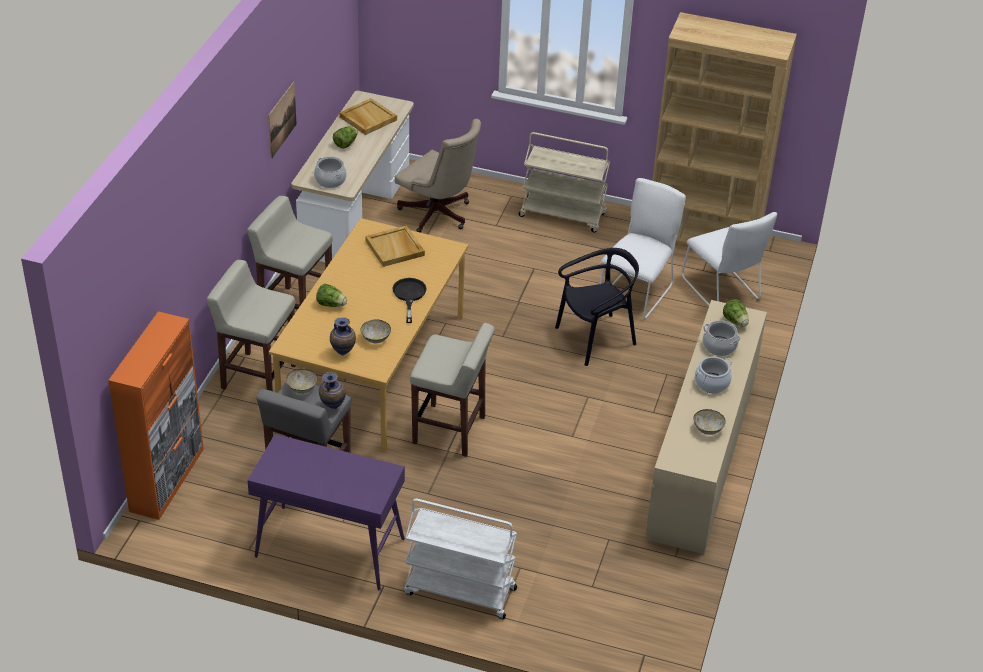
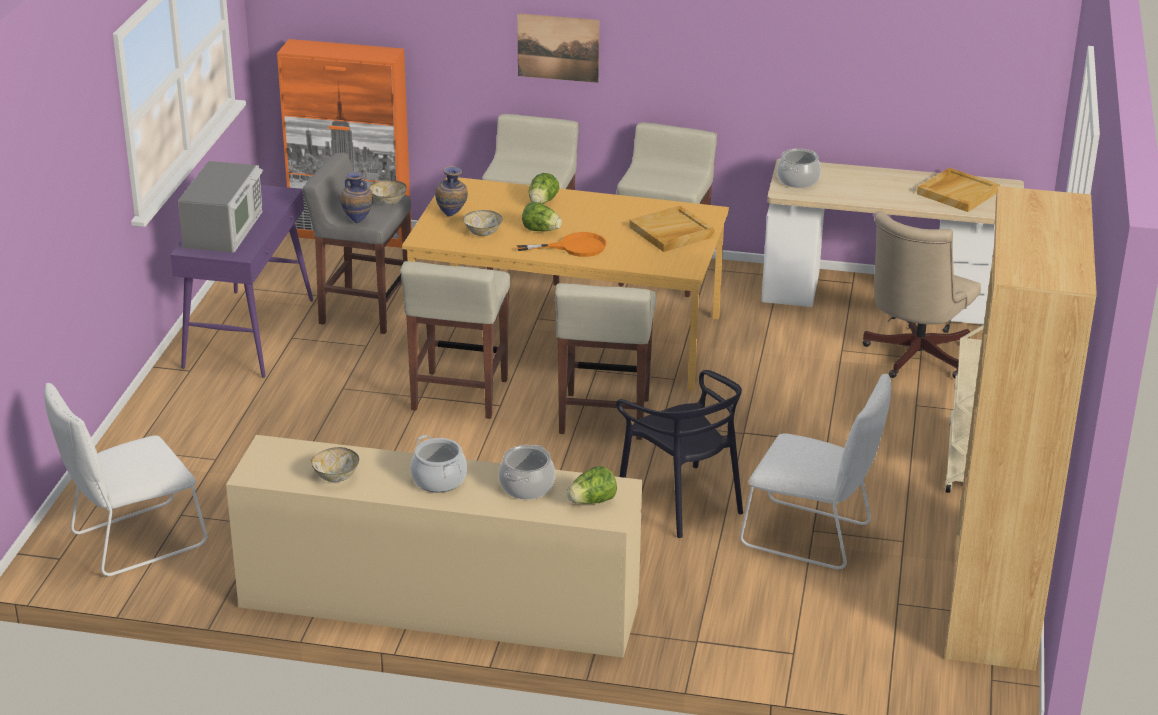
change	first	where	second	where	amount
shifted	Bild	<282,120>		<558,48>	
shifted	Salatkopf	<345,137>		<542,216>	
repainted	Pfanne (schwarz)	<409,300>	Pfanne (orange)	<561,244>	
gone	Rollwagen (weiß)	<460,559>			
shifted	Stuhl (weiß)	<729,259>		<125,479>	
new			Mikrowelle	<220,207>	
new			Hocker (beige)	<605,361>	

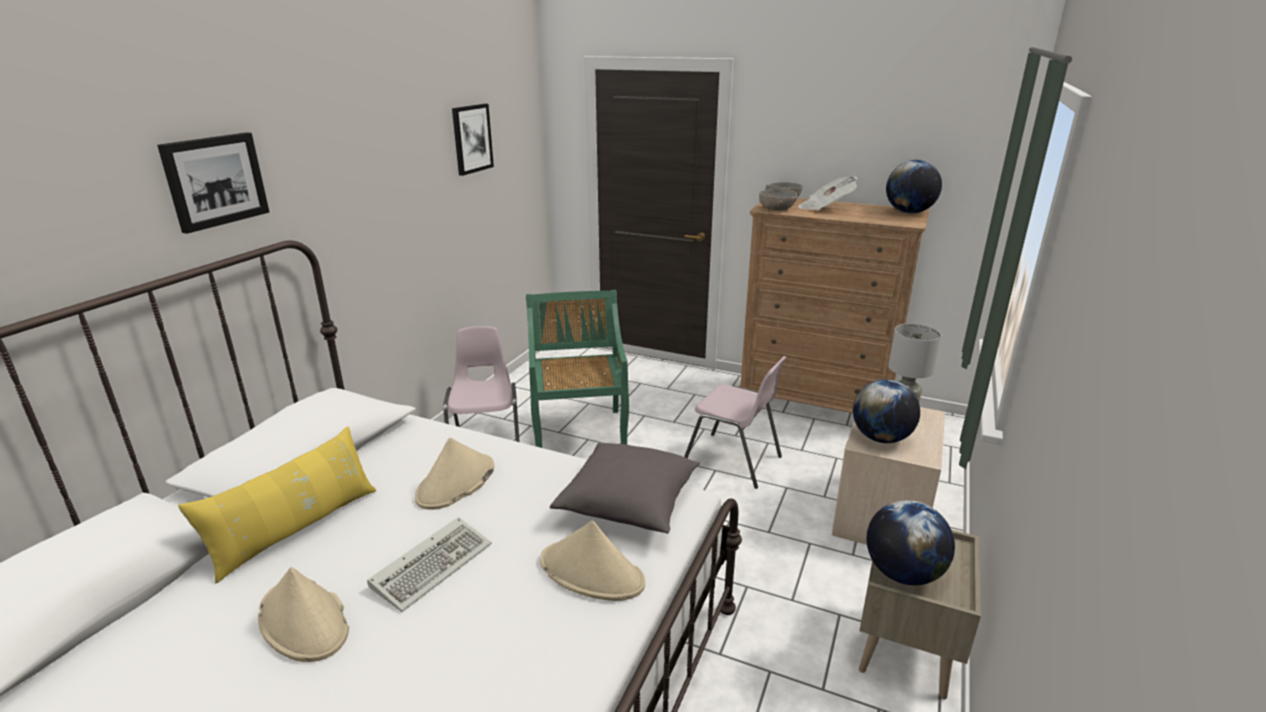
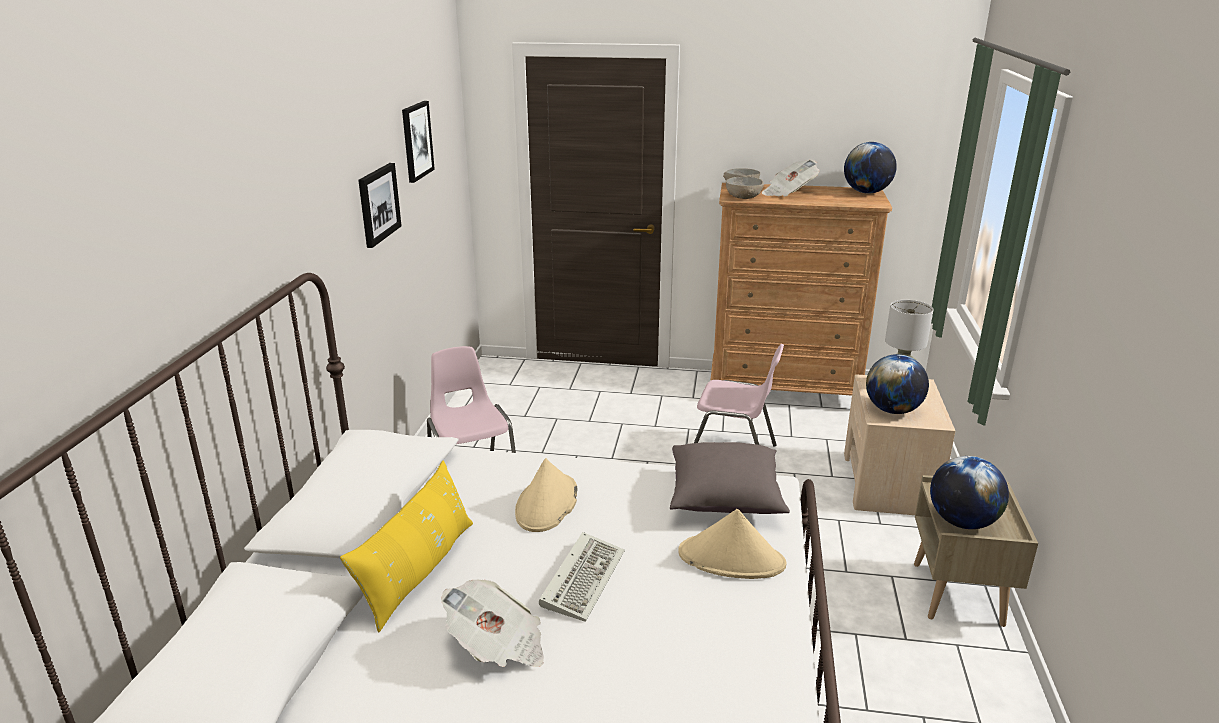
change	first	where	second	where	amount
shifted	Bild	<213,183>		<380,205>	
swapped	Hut (beige)	<303,614>	Zeitung	<492,623>	
gone	Stuhl (grün)	<577,369>			

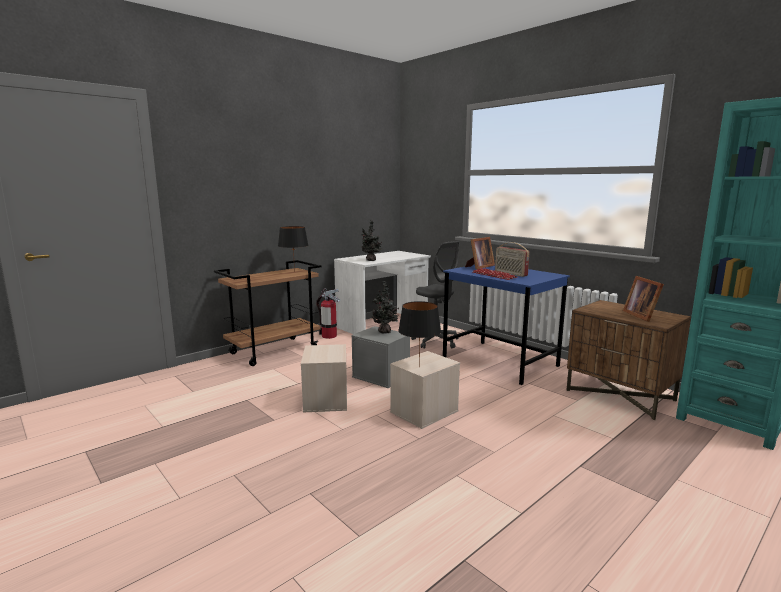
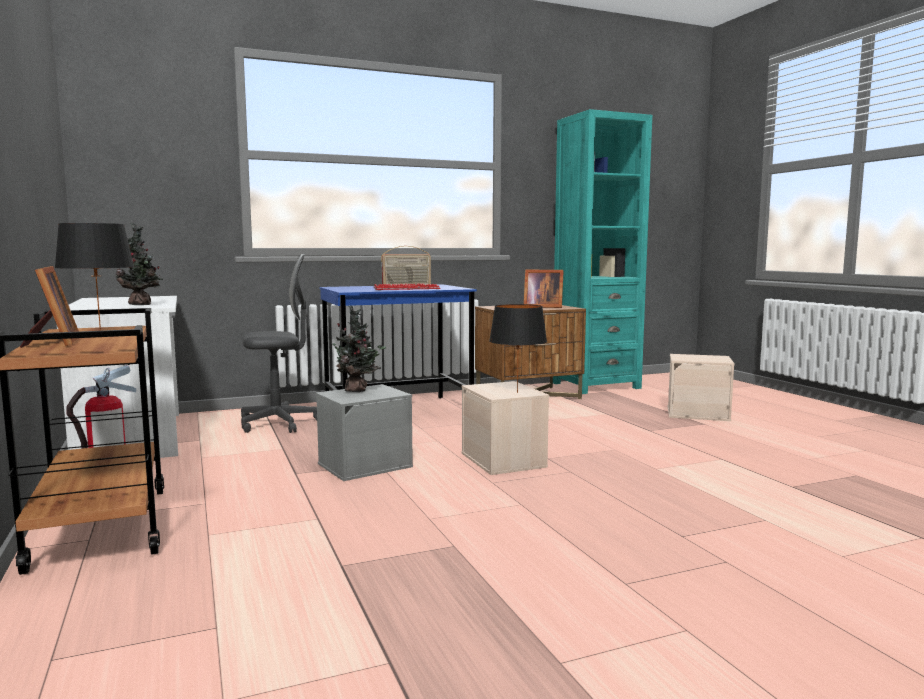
change	first	where	second	where	amount
shifted	Aufbewahrungsbox (beige)	<324,378>		<701,387>	
shifted	Bilderrahmen	<480,253>		<49,307>	

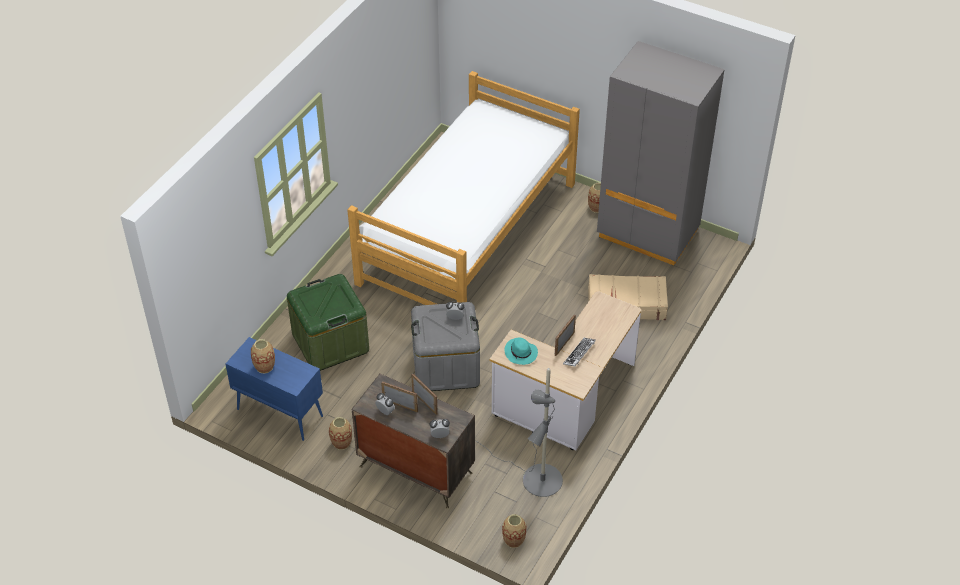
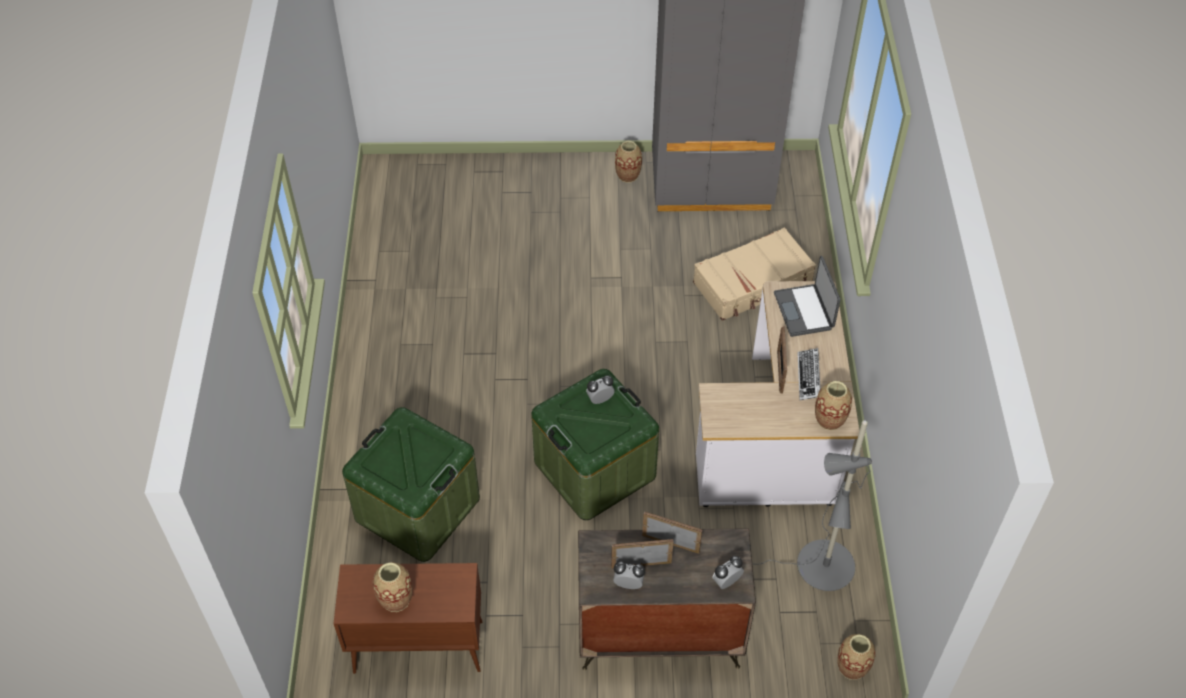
change	first	where	second	where	amount
repainted	Schrank (blau)	<274,389>	Schrank (braun)	<407,618>	
shifted	Vase	<340,433>		<833,406>	
gone	Bett	<463,188>			
repainted	Aufbewahrungsbox (grau)	<445,346>	Aufbewahrungsbox (grün)	<595,444>	
gone	Hut (türkis)	<521,351>			
new			Laptop	<807,296>	

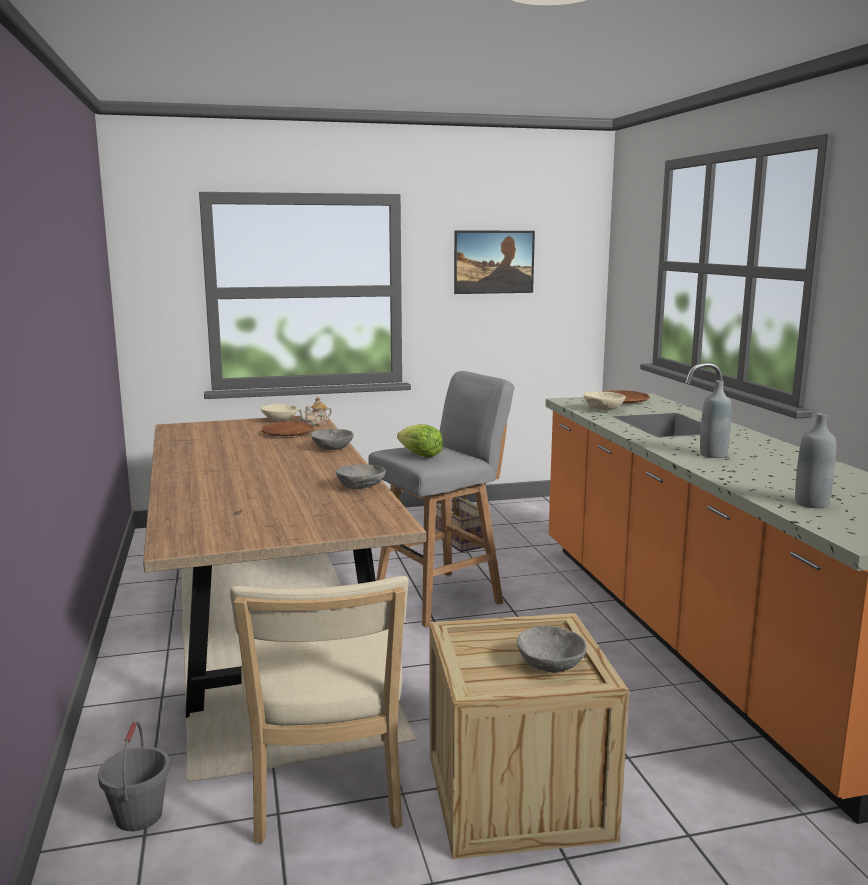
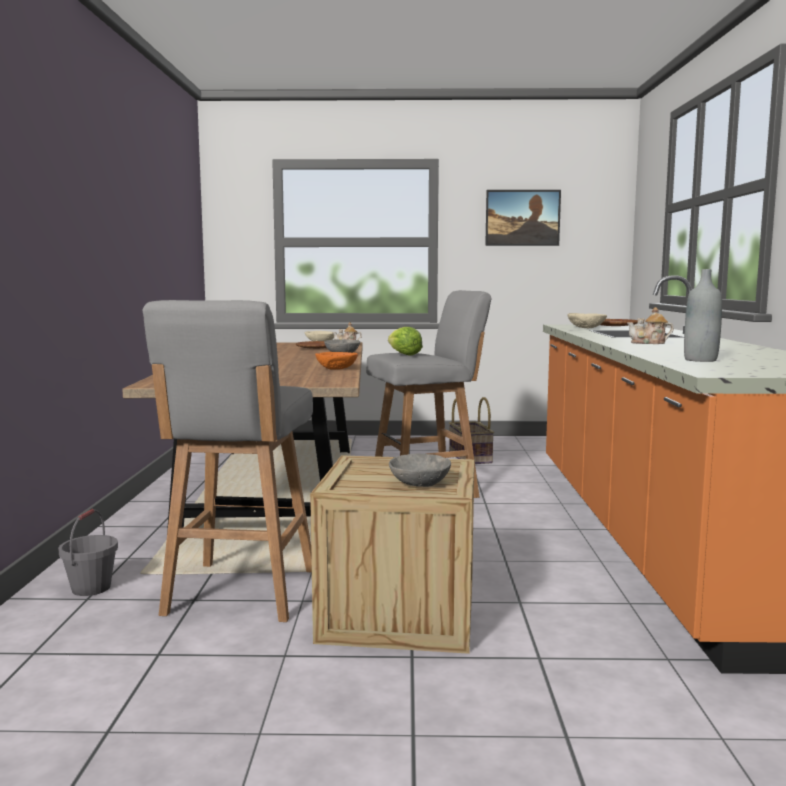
change	first	where	second	where	amount
swapped	Stuhl (beige)	<319,709>	Hocker (grau)	<227,461>	
repainted	Schüssel (grau)	<360,476>	Schüssel (orange)	<336,361>	
swapped	Flasche (grau)	<716,419>	Teekanne	<650,325>	

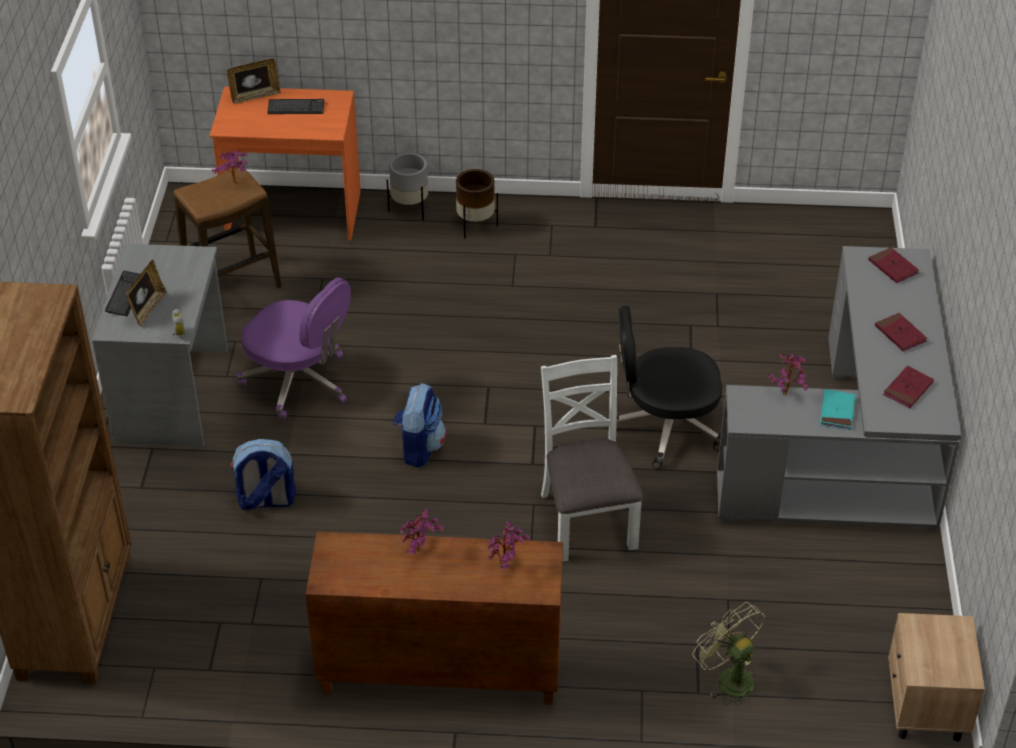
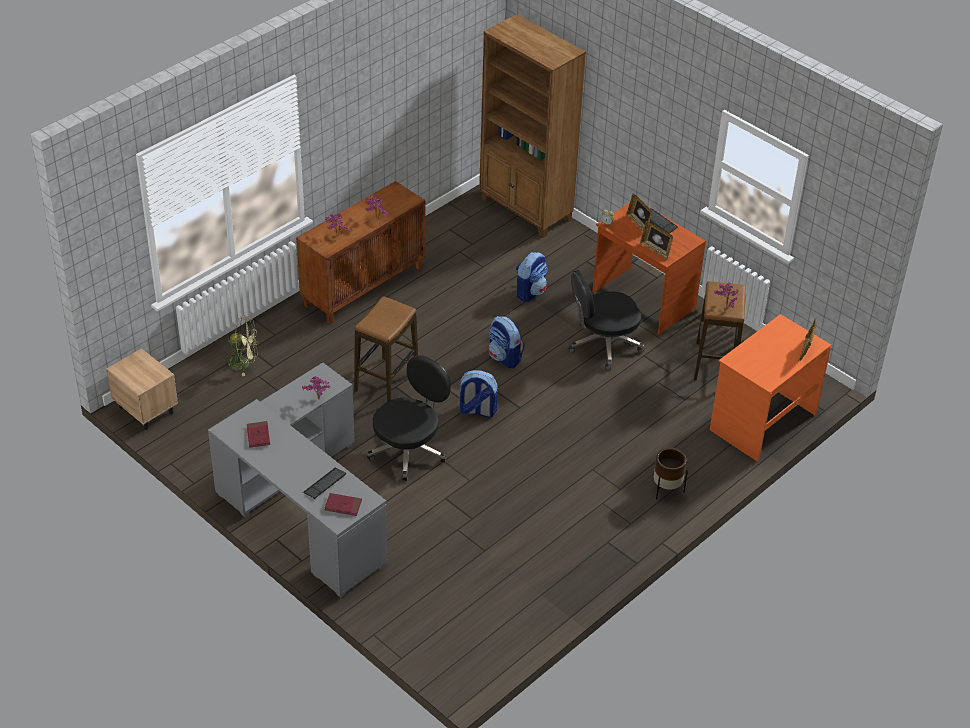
change	first	where	second	where	amount
repainted	Schreibtisch (grau)	<160,345>	Schreibtisch (braun)	<649,268>	
repainted	Bürostuhl (lila)	<294,349>	Bürostuhl (schwarz)	<606,320>	
shifted	Tastatur	<296,106>		<324,483>	
gone	Pflanzkübel (grau)	<407,186>			
swapped	Stuhl (weiß)	<592,458>	Hocker	<386,349>	
gone	Buch (türkis)	<838,409>			
gone	Buch (rot)	<901,332>			
new			Rucksack	<478,394>	
new			Bilderrahmen	<656,240>	

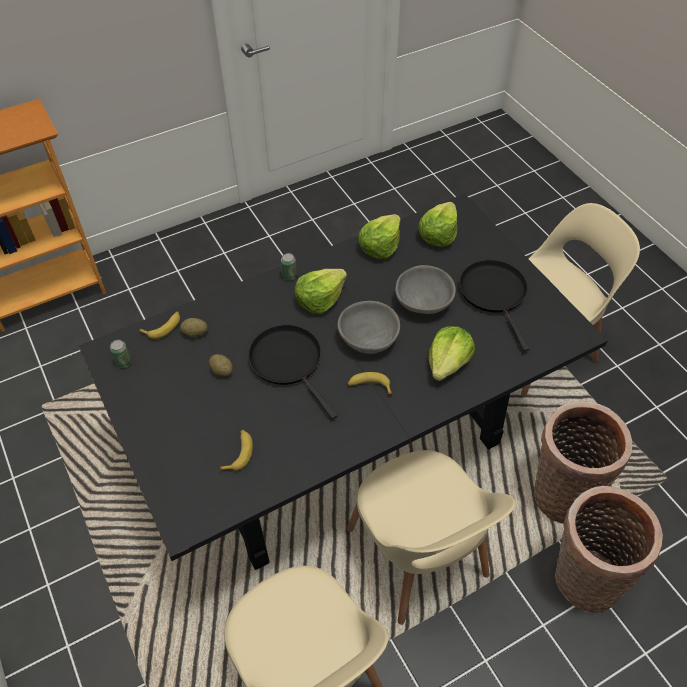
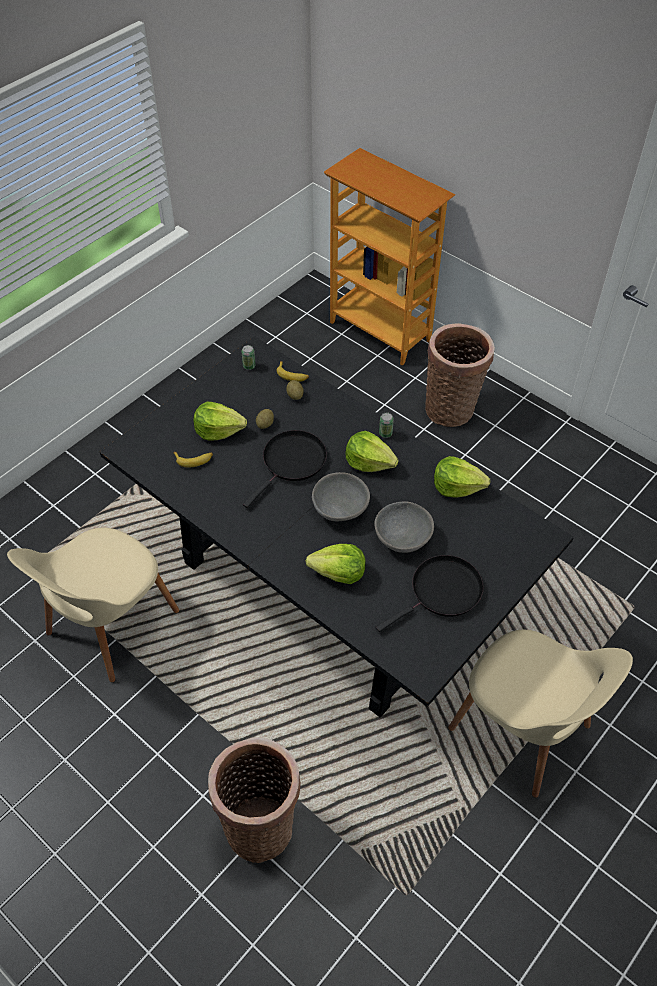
change	first	where	second	where	amount
gone	Banane	<370,383>			
gone	Stuhl (beige)	<431,537>			
shifted	Salatkopf	<437,224>		<220,421>	
shifted	Korb	<583,462>		<460,375>	

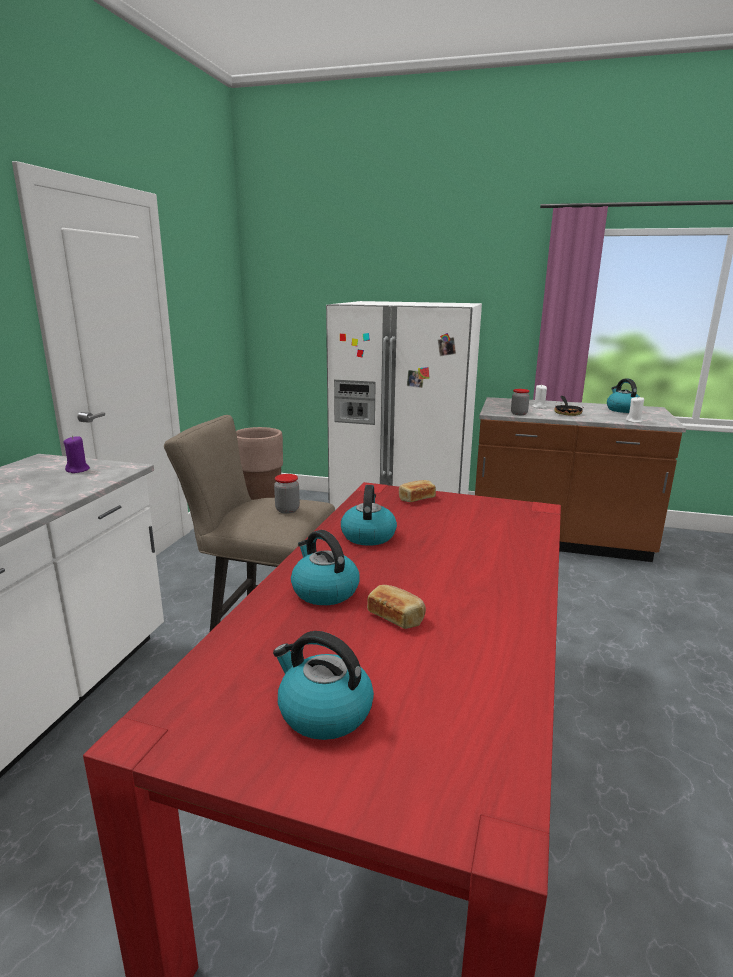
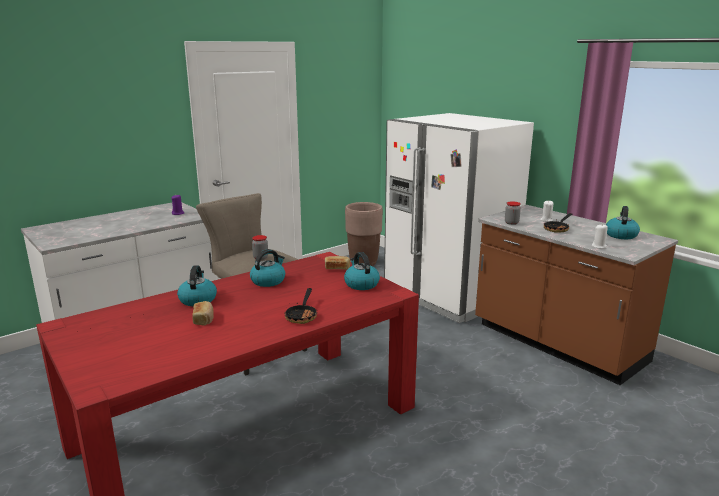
change	first	where	second	where	amount
shifted	Wasserkessel	<323,685>		<362,271>	
new			Pfanne	<300,306>	

